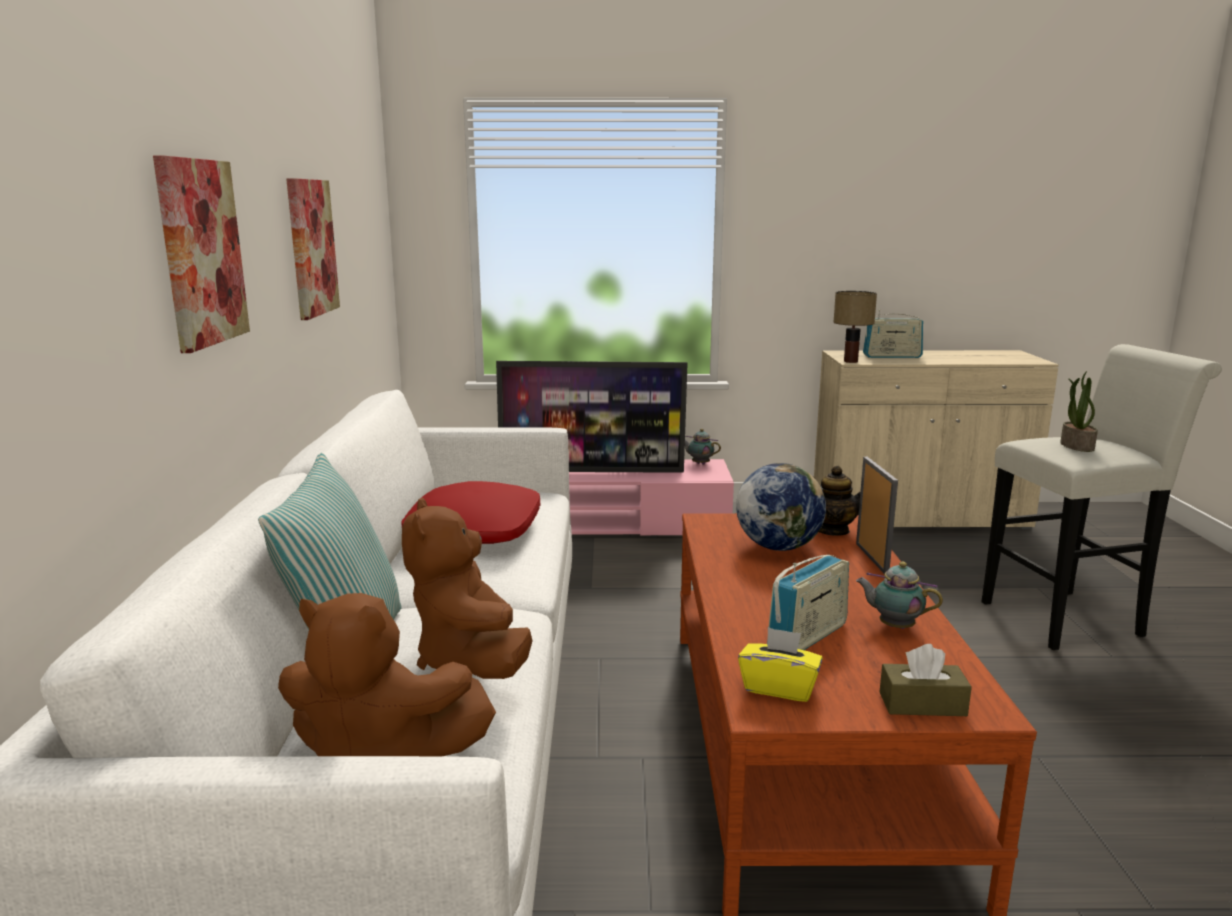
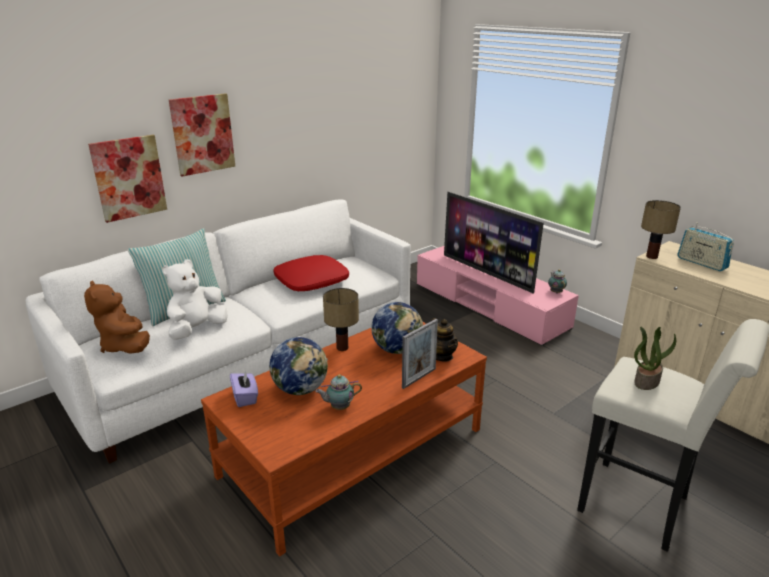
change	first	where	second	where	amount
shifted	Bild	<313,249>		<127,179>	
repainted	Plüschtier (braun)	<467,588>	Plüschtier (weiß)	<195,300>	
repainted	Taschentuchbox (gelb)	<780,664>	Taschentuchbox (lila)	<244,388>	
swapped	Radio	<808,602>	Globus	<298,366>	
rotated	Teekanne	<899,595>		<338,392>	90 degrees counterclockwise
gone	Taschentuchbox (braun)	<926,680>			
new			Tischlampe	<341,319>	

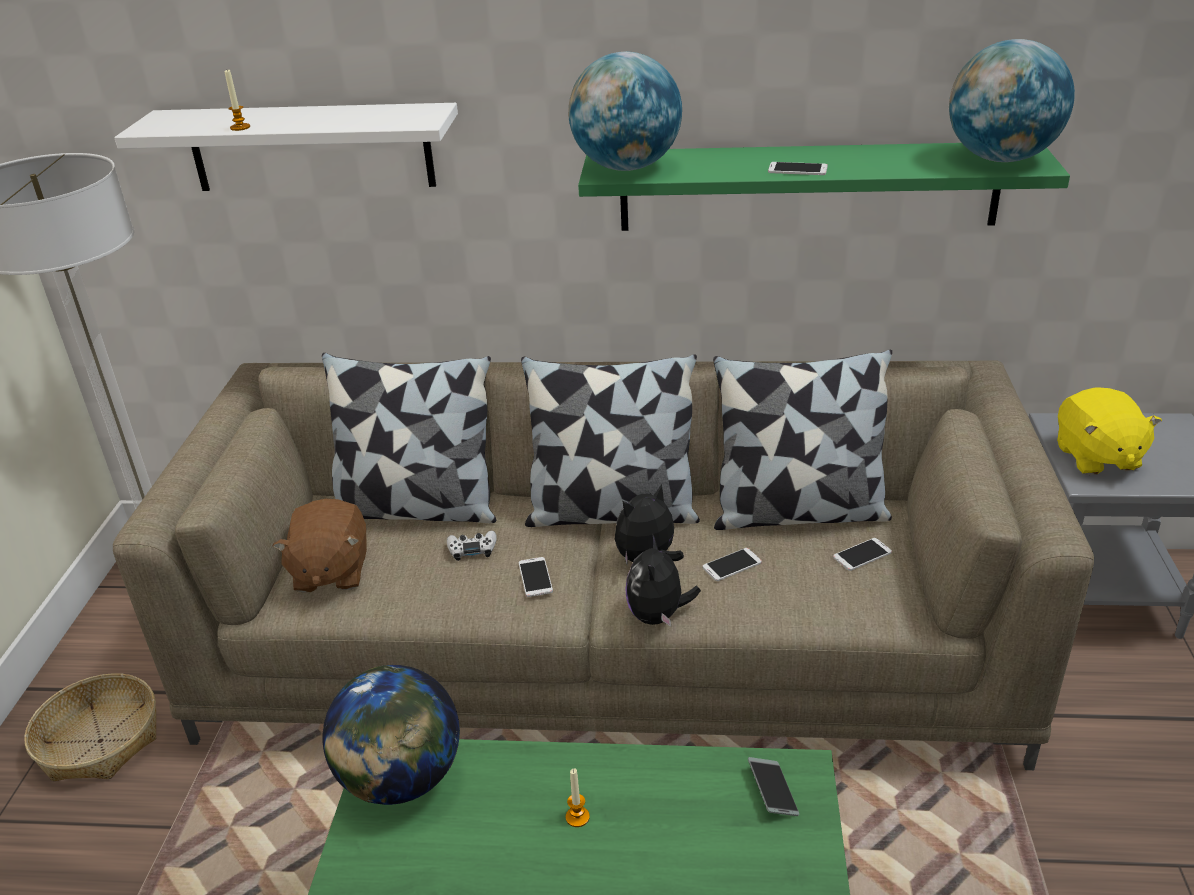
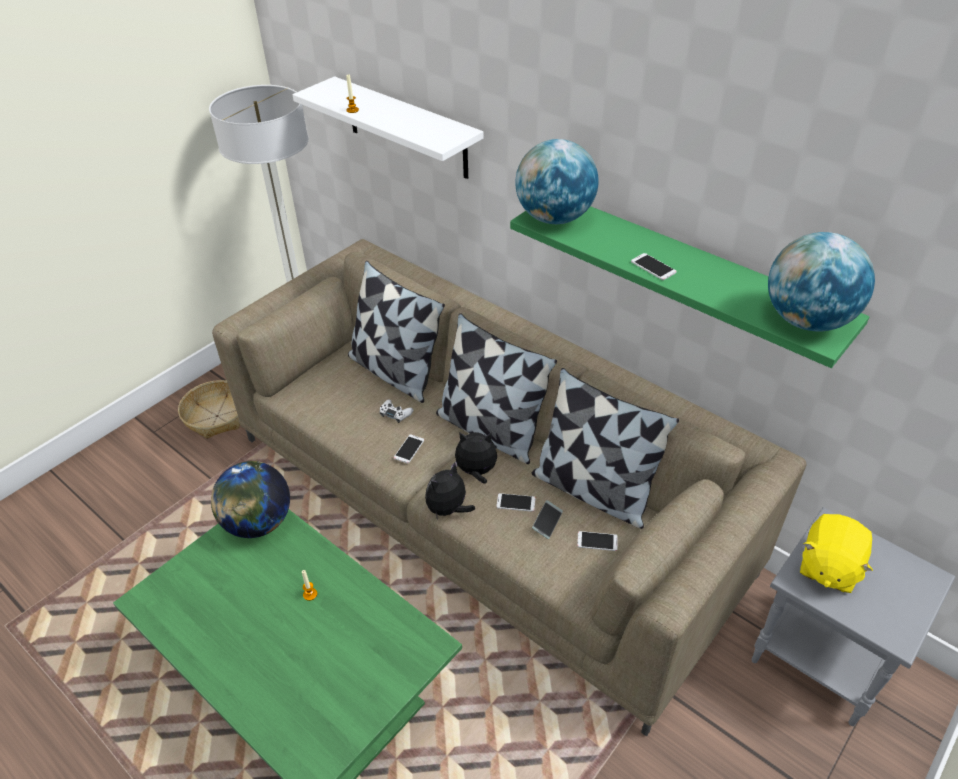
change	first	where	second	where	amount
gone	Plüschtier (braun)	<320,546>			
shifted	Handy	<773,786>		<547,519>	

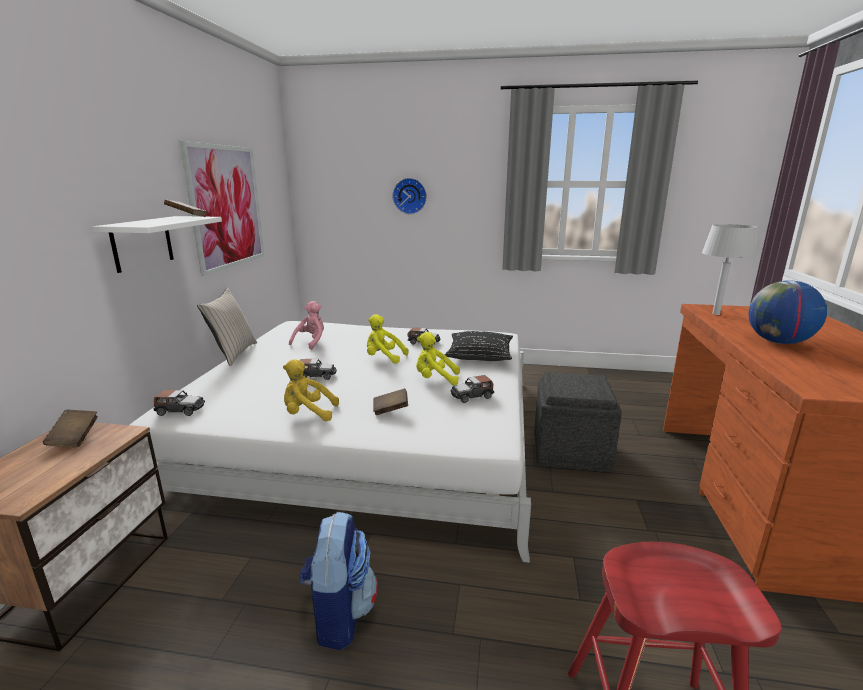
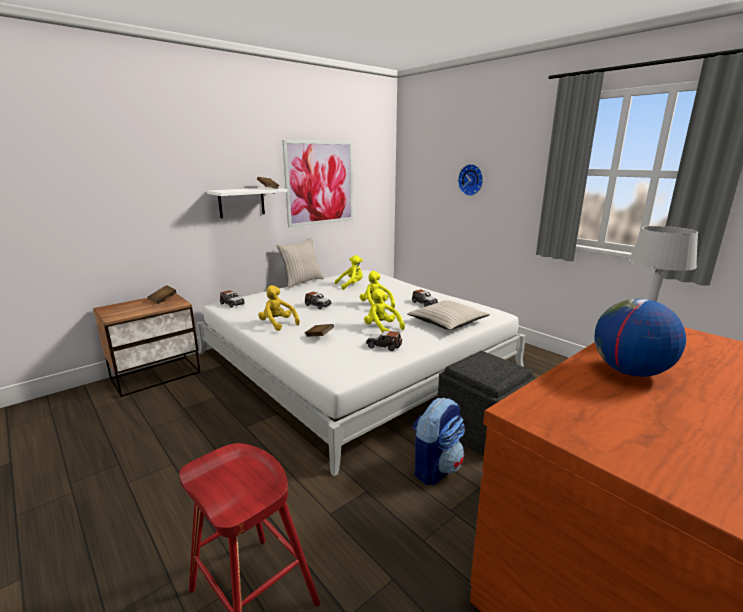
change	first	where	second	where	amount
repainted	Plüschtier (rosa)	<306,325>	Plüschtier (gelb)	<349,272>	
shifted	Rucksack	<338,581>		<439,441>	
repainted	Kissen (schwarz)	<479,346>	Kissen (beige)	<448,315>	

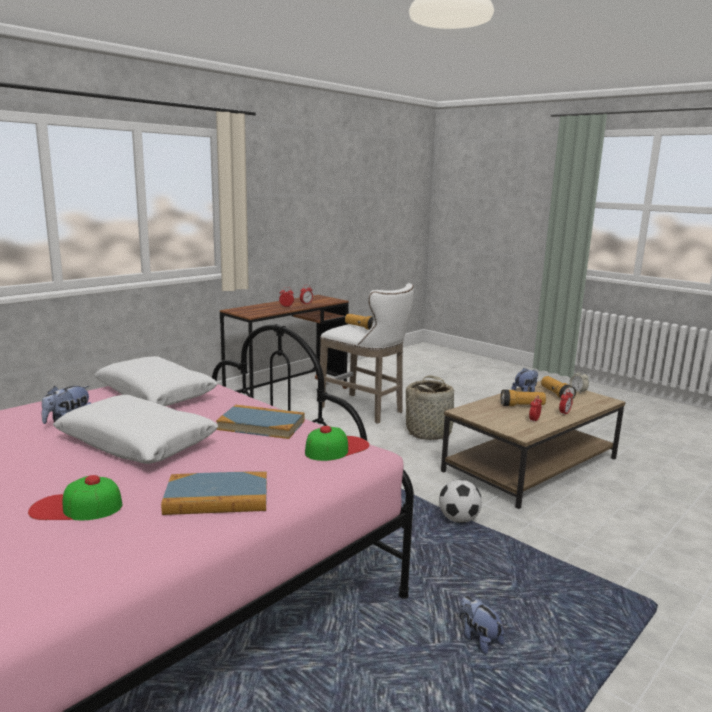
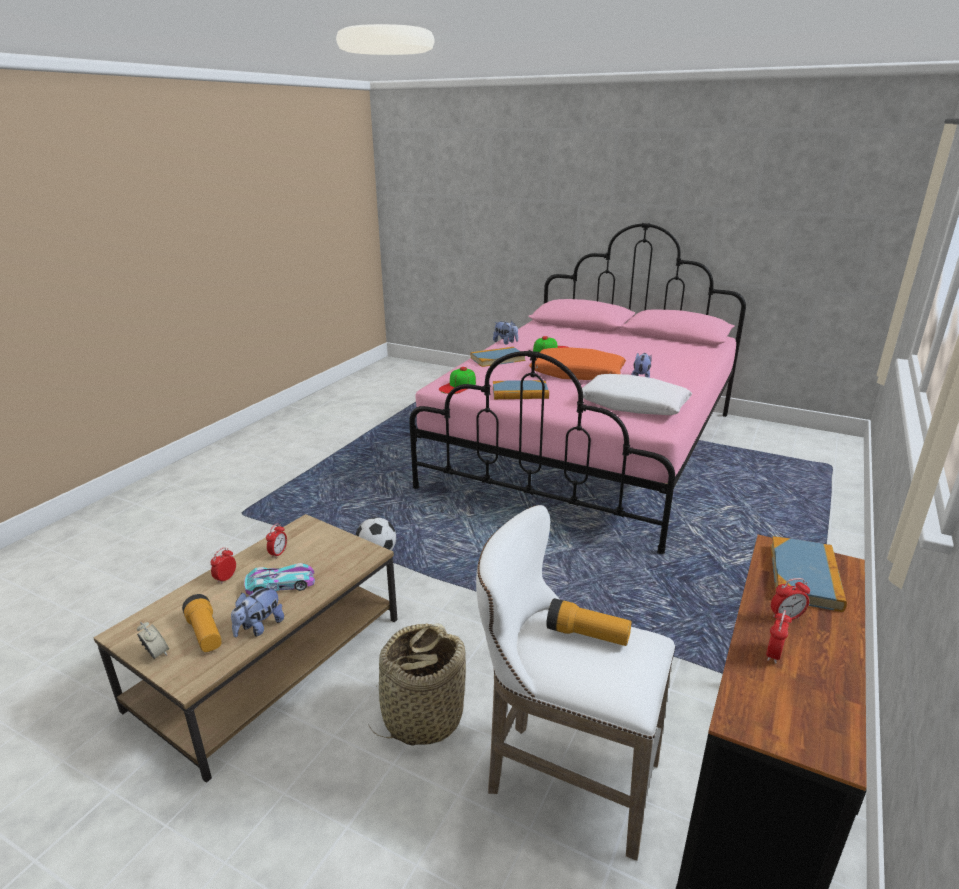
change	first	where	second	where	amount
repainted	Kissen (weiß)	<135,429>	Kissen (orange)	<577,363>	
shifted	Plüschtier	<482,625>		<505,333>	
swapped	Taschenlampe	<523,398>	Spielzeugauto	<279,579>	
new			Buch	<809,574>	

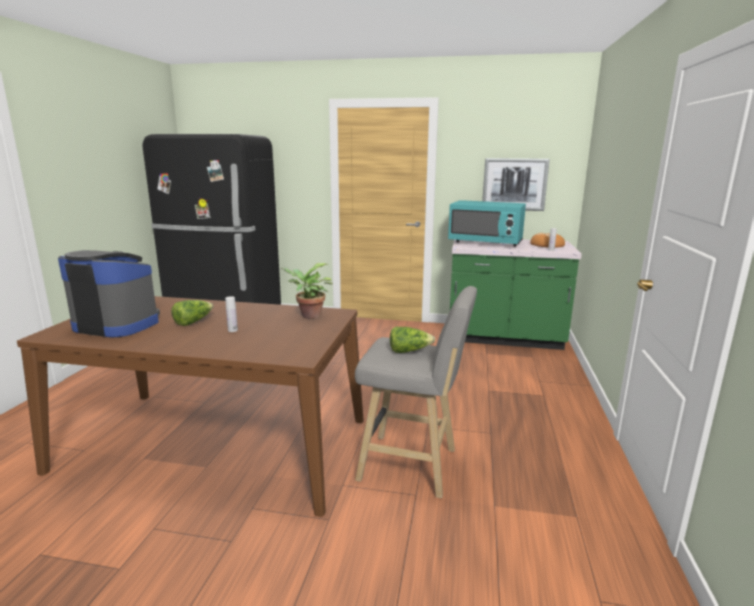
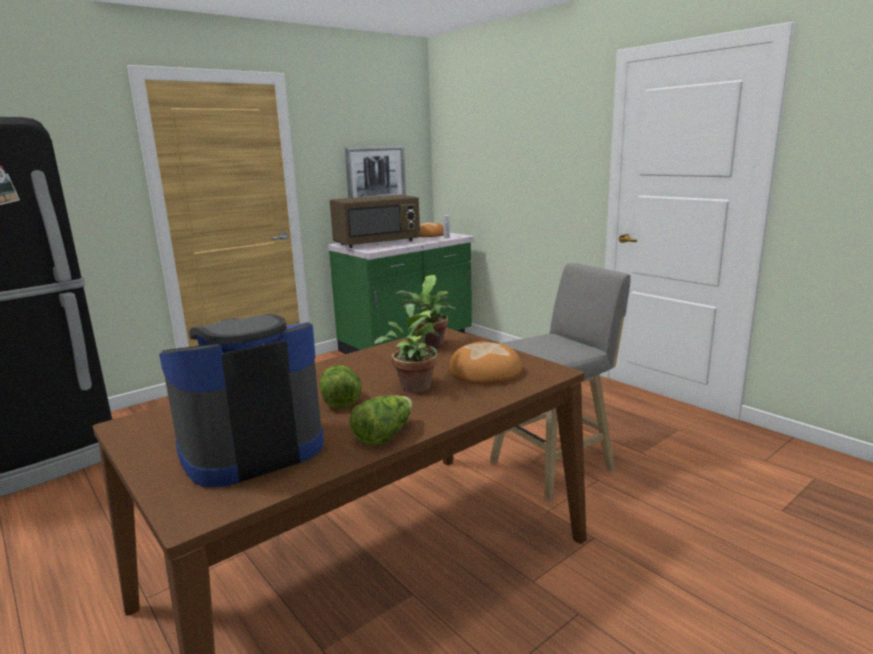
change	first	where	second	where	amount
swapped	Flasche (weiß)	<231,314>	Topfpflanze	<407,348>	
shifted	Salatkopf	<412,340>		<380,420>	
repainted	Mikrowelle (türkis)	<487,223>	Mikrowelle (braun)	<375,221>	
new			Brot	<485,363>	

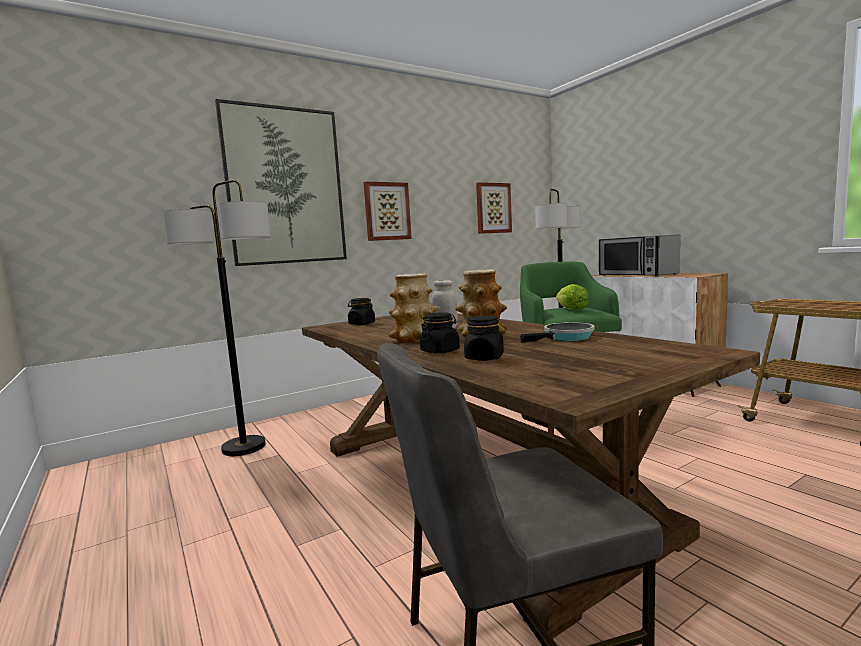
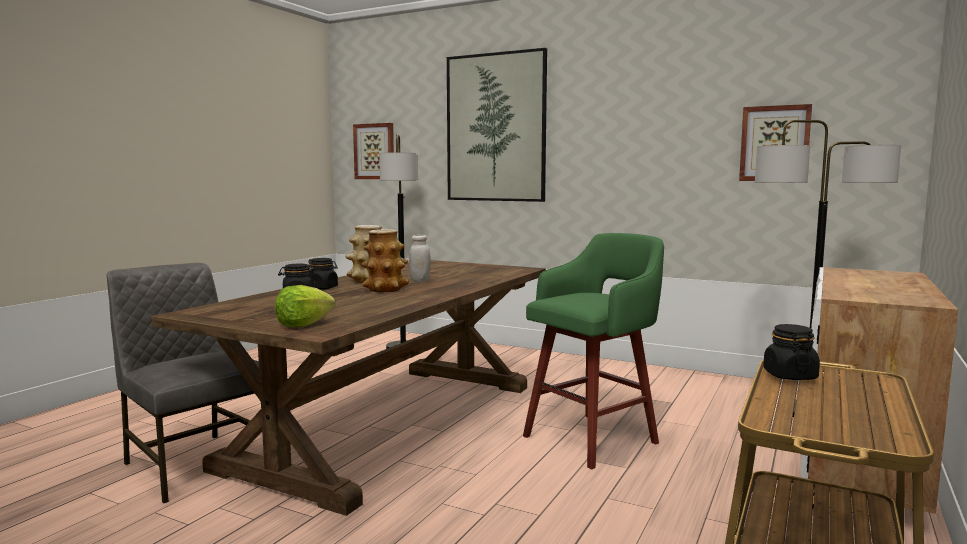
change	first	where	second	where	amount
shifted	Vorratsglas (schwarz)	<361,311>		<791,352>	
shifted	Bild	<388,211>		<373,151>	
gone	Pfanne	<557,332>			
shifted	Salatkopf	<572,297>		<305,306>	
gone	Mikrowelle	<639,255>			

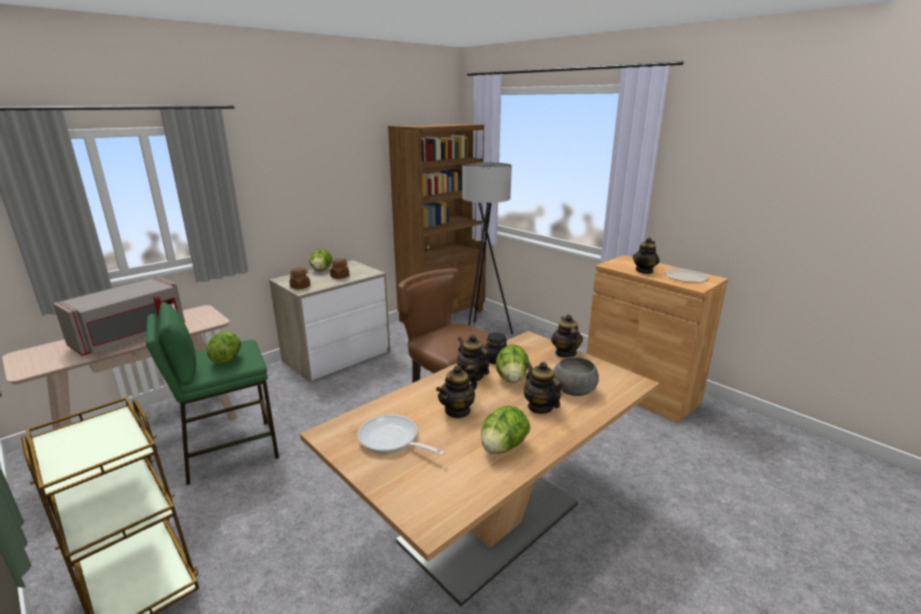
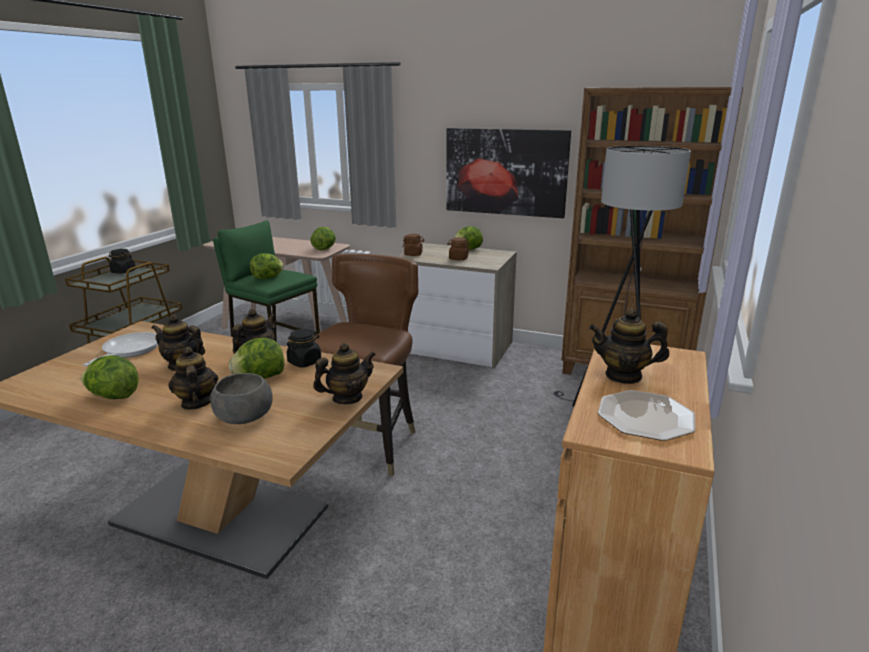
change	first	where	second	where	amount
gone	Mikrowelle (grau)	<119,316>			
rotated	Teekanne	<542,388>		<193,378>	60 degrees counterclockwise
new			Vorratsglas (schwarz)	<122,261>	
new			Salatkopf	<323,238>	
new			Bild	<508,173>	

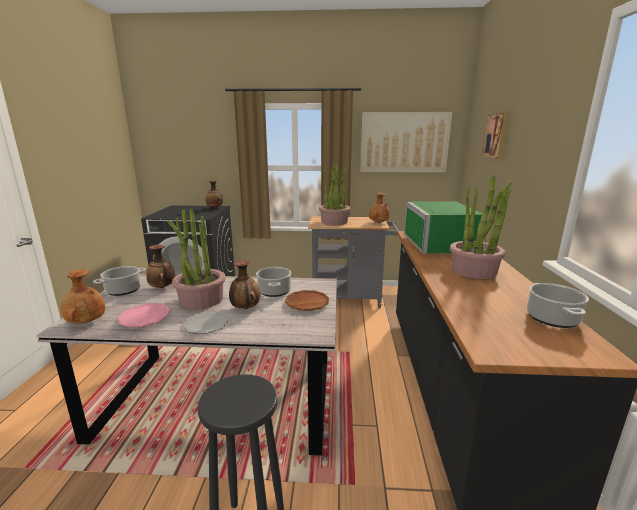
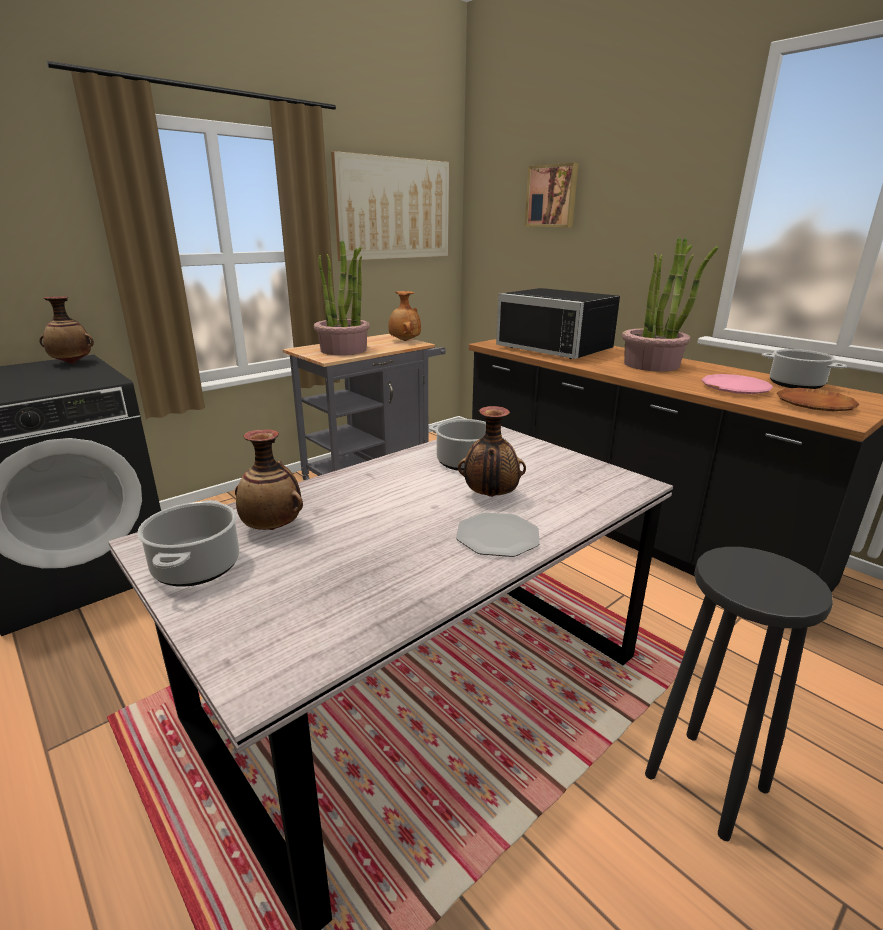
change	first	where	second	where	amount
gone	Vase (braun)	<83,296>			
shifted	Teller (rosa)	<144,315>		<737,384>	
gone	Topfpflanze	<196,258>			
shifted	Teller (braun)	<307,300>		<818,399>	
repainted	Mikrowelle (grün)	<445,227>	Mikrowelle (schwarz)	<558,323>	

